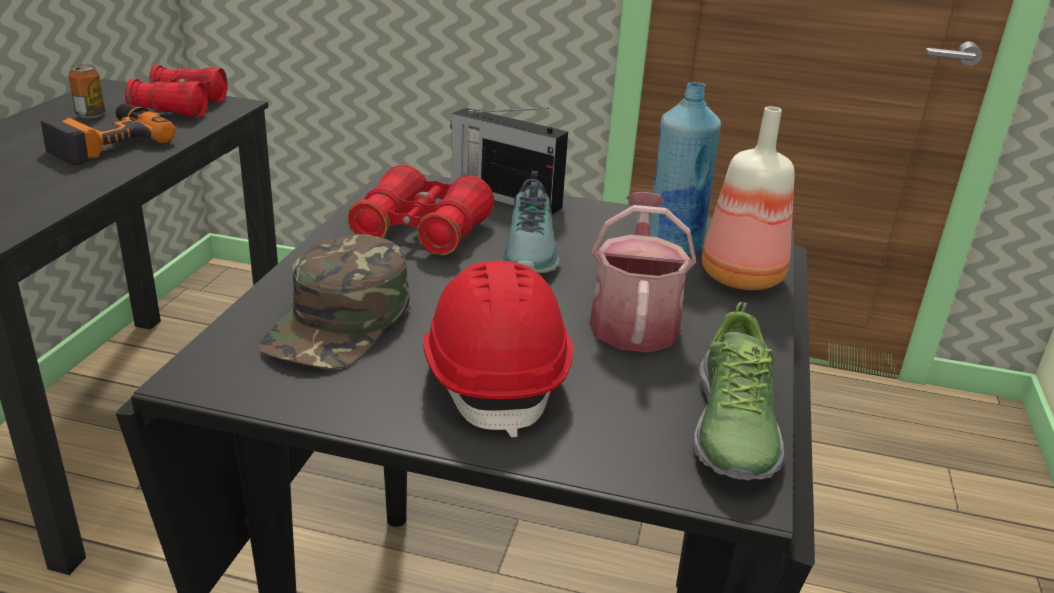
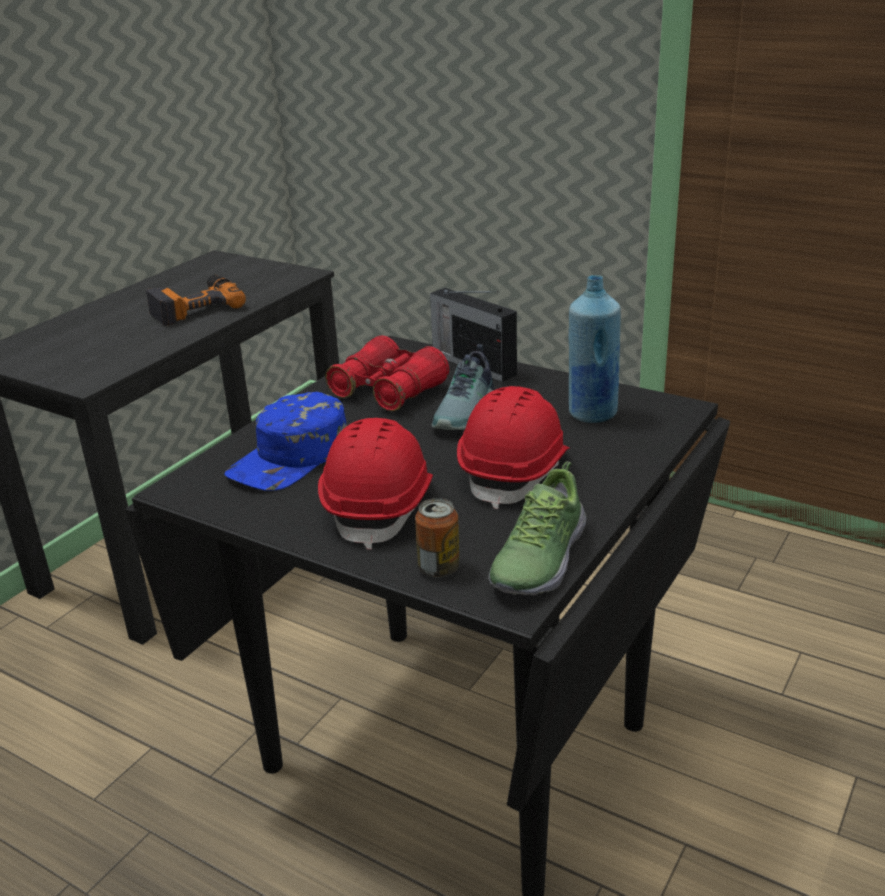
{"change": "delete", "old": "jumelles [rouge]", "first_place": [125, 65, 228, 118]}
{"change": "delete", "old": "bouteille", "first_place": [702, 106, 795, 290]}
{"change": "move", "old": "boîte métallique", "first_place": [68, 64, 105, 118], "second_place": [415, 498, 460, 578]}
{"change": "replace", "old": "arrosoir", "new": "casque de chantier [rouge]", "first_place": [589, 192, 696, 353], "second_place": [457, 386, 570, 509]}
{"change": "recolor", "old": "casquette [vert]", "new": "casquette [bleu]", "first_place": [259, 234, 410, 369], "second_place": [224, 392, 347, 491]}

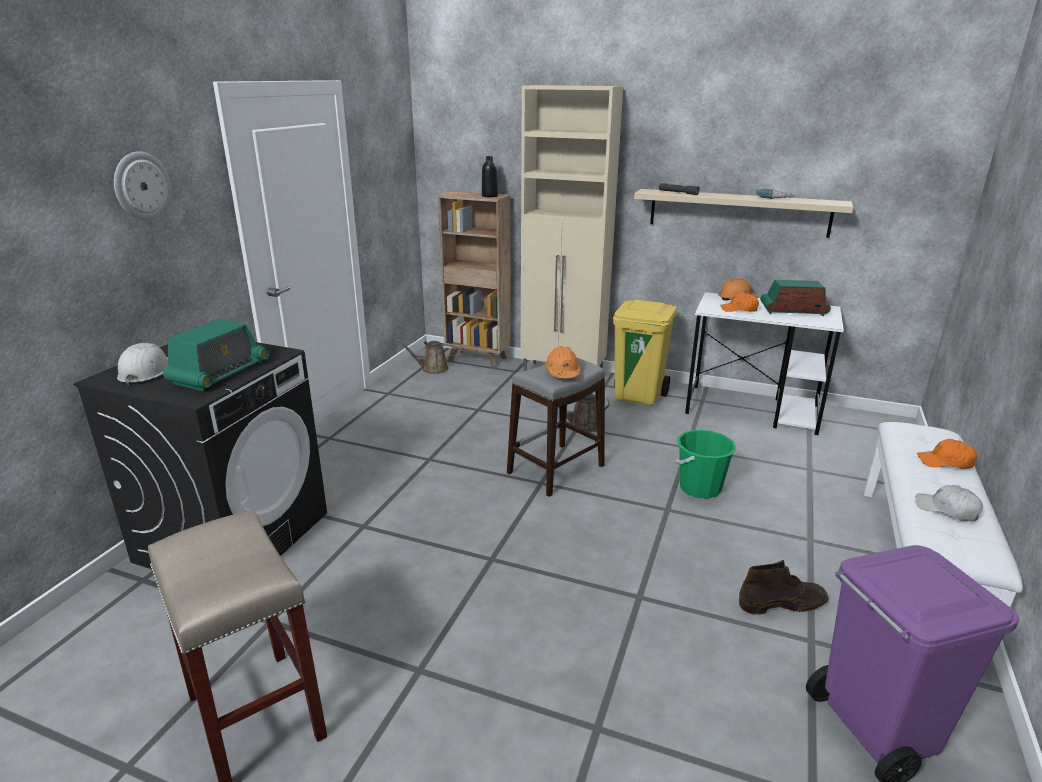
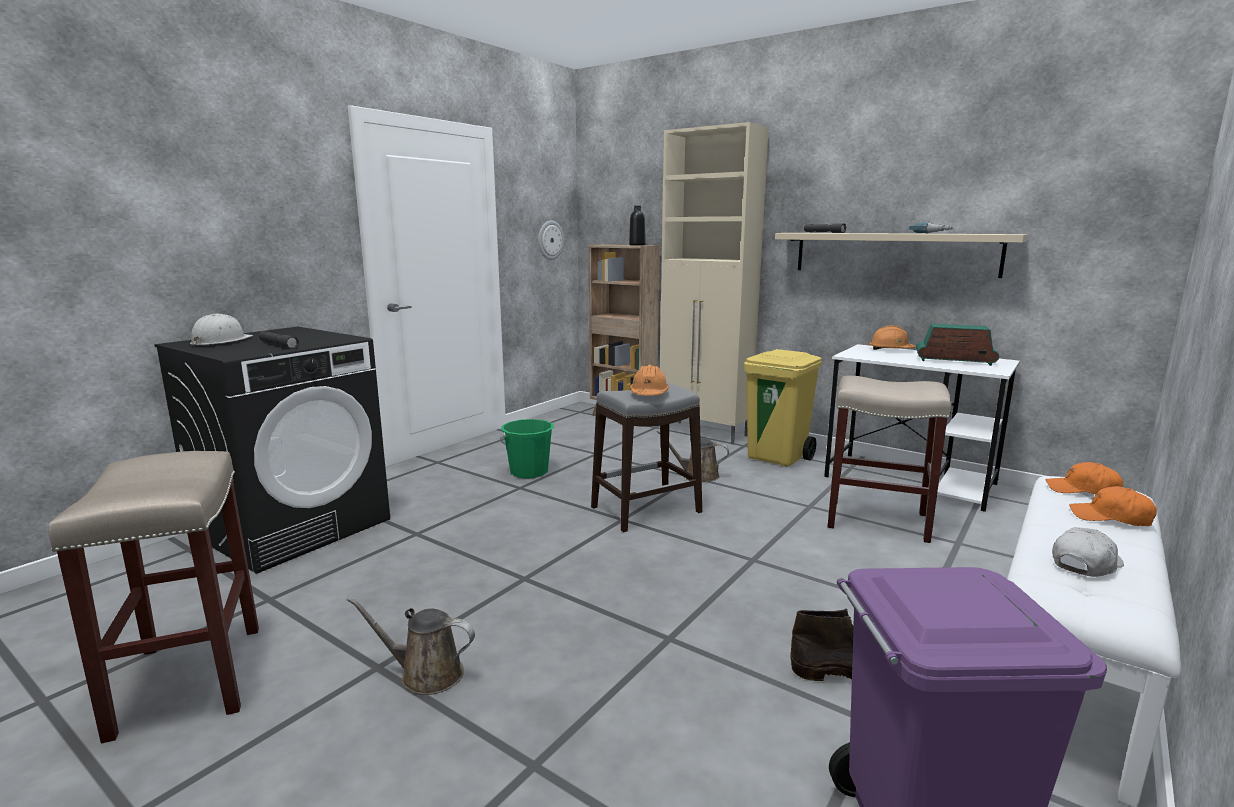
{"change": "insert", "new": "tabouret [beige]", "second_place": [828, 376, 951, 543]}
{"change": "move", "old": "horloge murale", "first_place": [114, 152, 171, 220], "second_place": [538, 220, 564, 260]}
{"change": "move", "old": "arrosoir [marron]", "first_place": [397, 339, 454, 374], "second_place": [347, 597, 475, 695]}
{"change": "move", "old": "seau [vert]", "first_place": [675, 430, 736, 499], "second_place": [500, 419, 554, 479]}
{"change": "move", "old": "casquette [orange]", "first_place": [720, 293, 759, 312], "second_place": [1046, 462, 1123, 495]}
{"change": "replace", "old": "radio", "new": "lampe de poche [gris]", "first_place": [163, 319, 270, 391], "second_place": [259, 331, 299, 349]}
{"change": "rotate", "old": "casquette [blanc]", "first_place": [915, 485, 983, 522], "second_place": [1052, 527, 1124, 577], "degrees": 90}

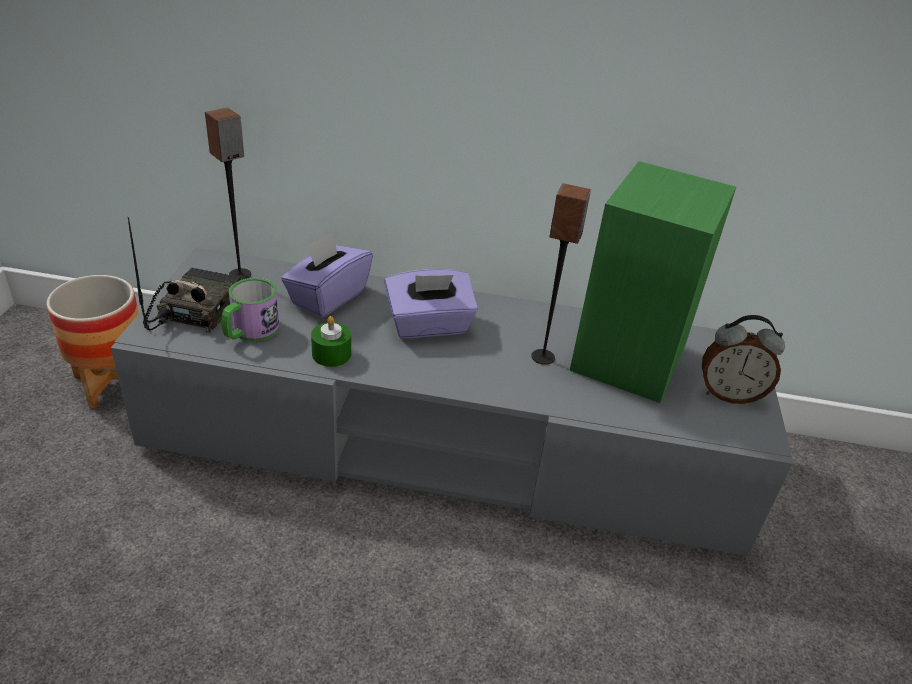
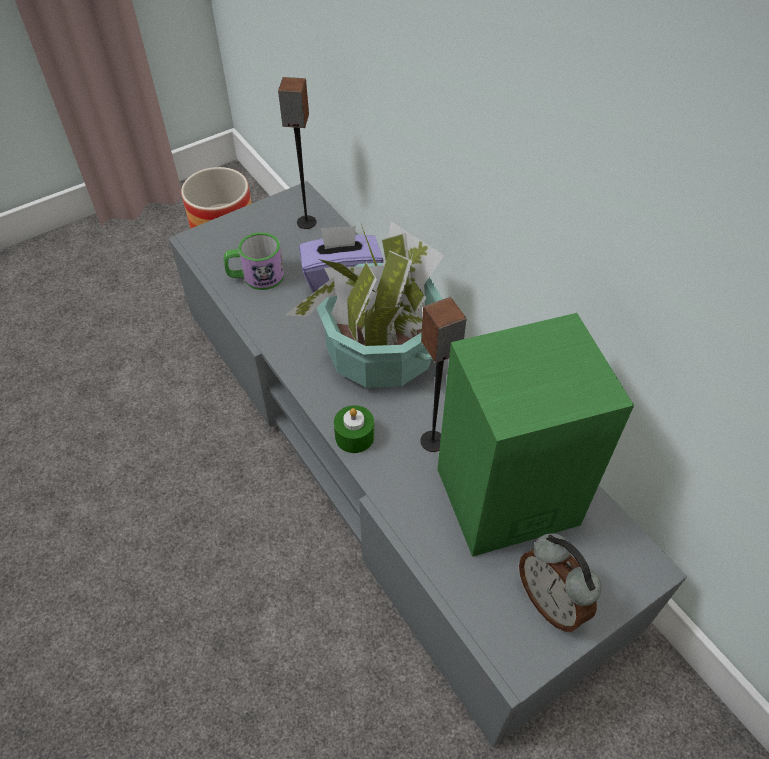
{"change": "delete", "old": "radio", "first_place": [128, 217, 241, 333]}
{"change": "move", "old": "bougie [vert]", "first_place": [311, 316, 351, 367], "second_place": [334, 405, 374, 453]}
{"change": "replace", "old": "boîte à mouchoirs [violet]", "new": "plante en pot", "first_place": [384, 269, 478, 338], "second_place": [286, 219, 444, 388]}

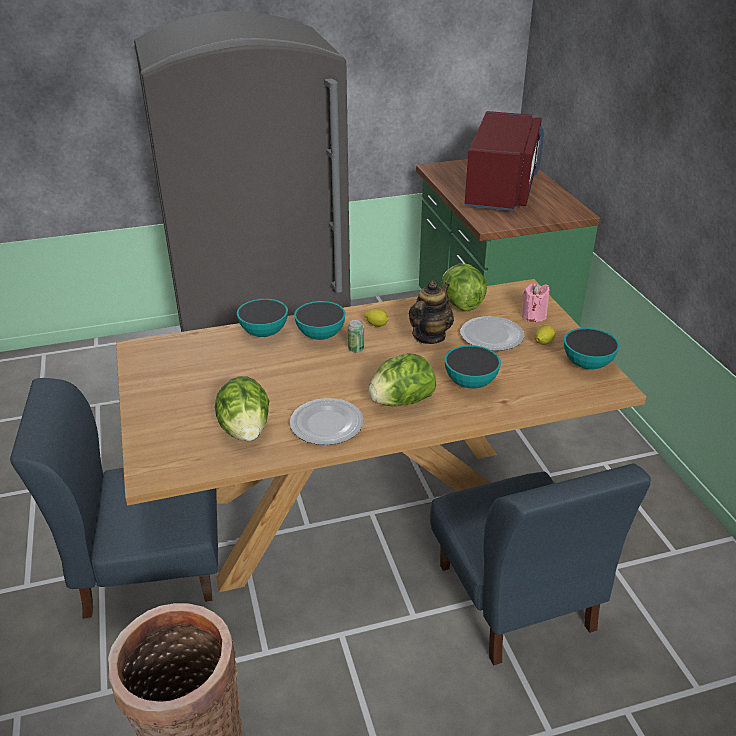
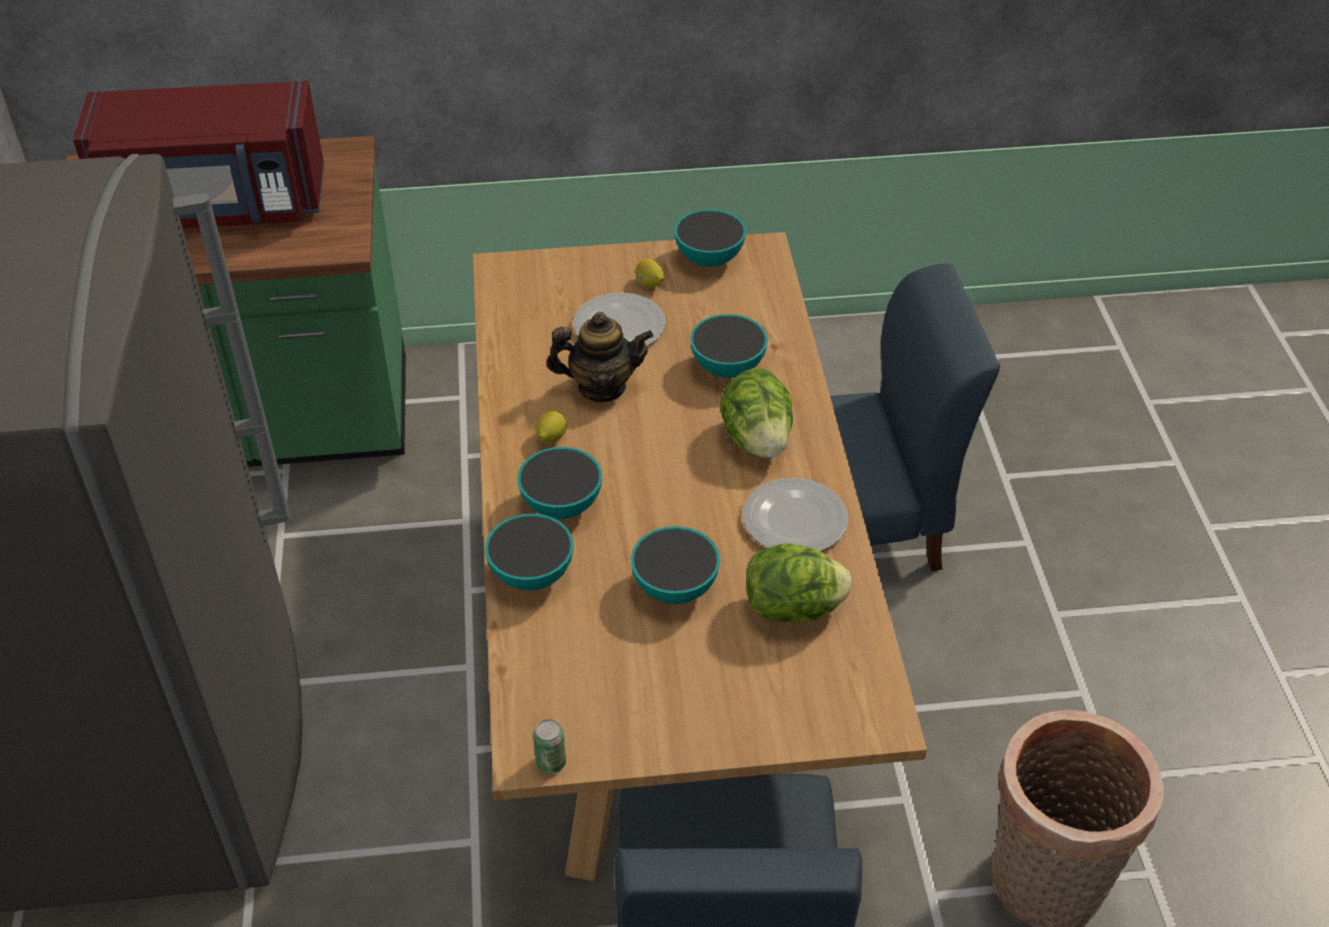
{"change": "delete", "old": "laitue", "first_place": [441, 264, 487, 311]}
{"change": "delete", "old": "bougie [rose]", "first_place": [521, 283, 549, 322]}
{"change": "insert", "new": "bol", "second_place": [631, 526, 720, 604]}
{"change": "move", "old": "boîte métallique", "first_place": [348, 320, 364, 353], "second_place": [533, 719, 566, 774]}
{"change": "rotate", "old": "théière", "first_place": [409, 280, 454, 344], "second_place": [546, 312, 654, 402], "degrees": 135}
{"change": "rotate", "old": "micro-ondes [rouge]", "first_place": [464, 111, 543, 211], "second_place": [73, 81, 324, 228], "degrees": 150}

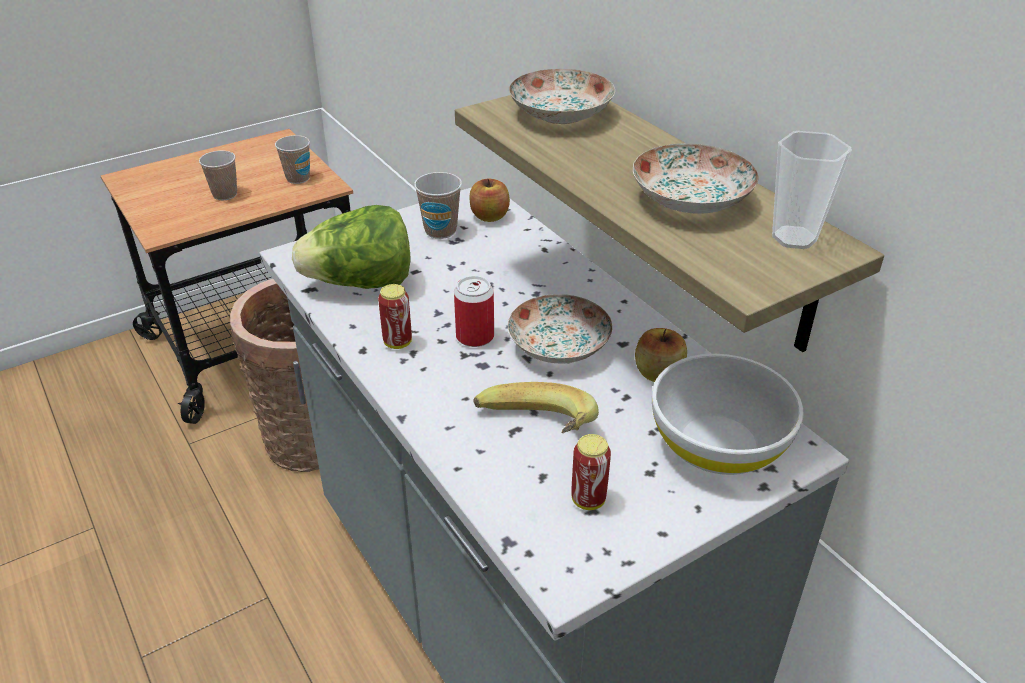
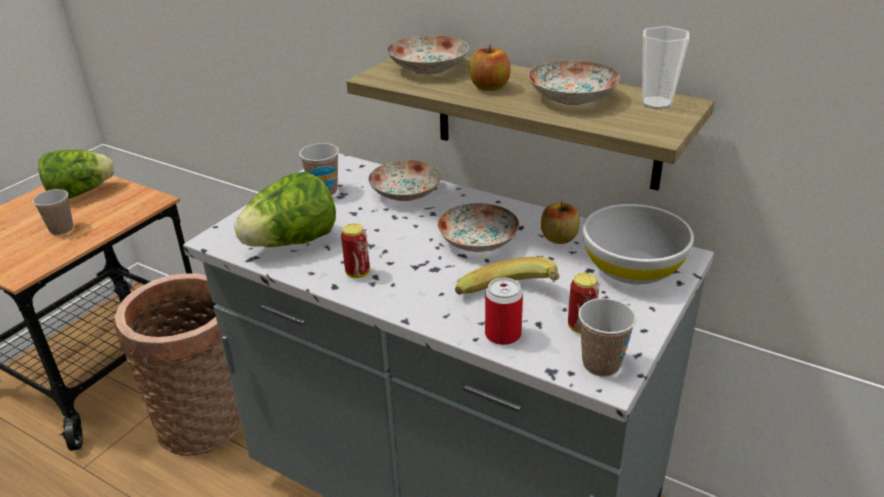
{"change": "insert", "new": "laitue", "second_place": [38, 150, 115, 199]}
{"change": "insert", "new": "assiette", "second_place": [369, 160, 442, 201]}
{"change": "move", "old": "tasse", "first_place": [275, 135, 310, 184], "second_place": [578, 298, 636, 377]}
{"change": "move", "old": "boîte métallique", "first_place": [454, 276, 494, 347], "second_place": [485, 278, 523, 345]}
{"change": "move", "old": "pomme", "first_place": [470, 178, 510, 222], "second_place": [470, 45, 510, 91]}

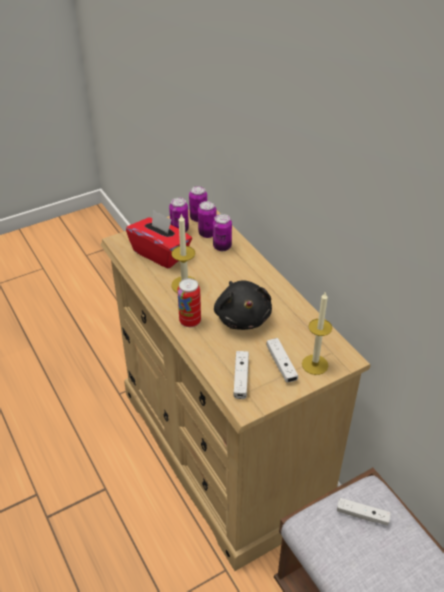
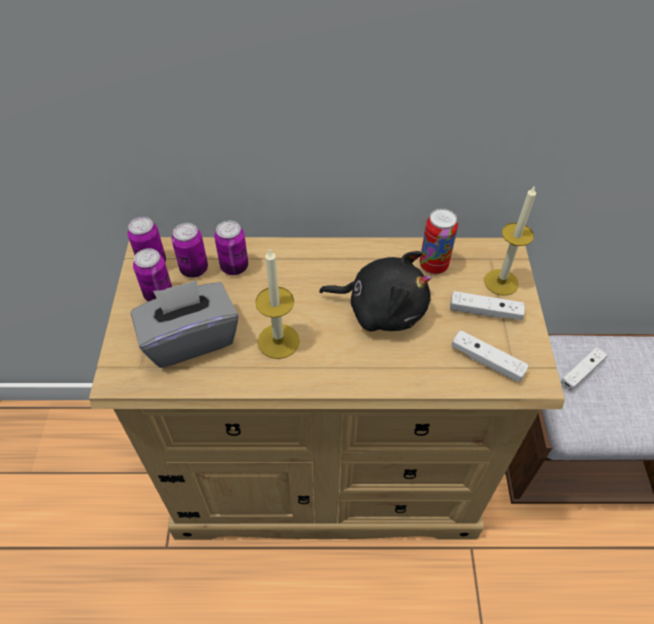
{"change": "move", "old": "boîte métallique", "first_place": [177, 278, 201, 327], "second_place": [420, 208, 458, 274]}
{"change": "recolor", "old": "boîte à mouchoirs [rouge]", "new": "boîte à mouchoirs [gris]", "first_place": [126, 210, 192, 269], "second_place": [131, 280, 239, 368]}

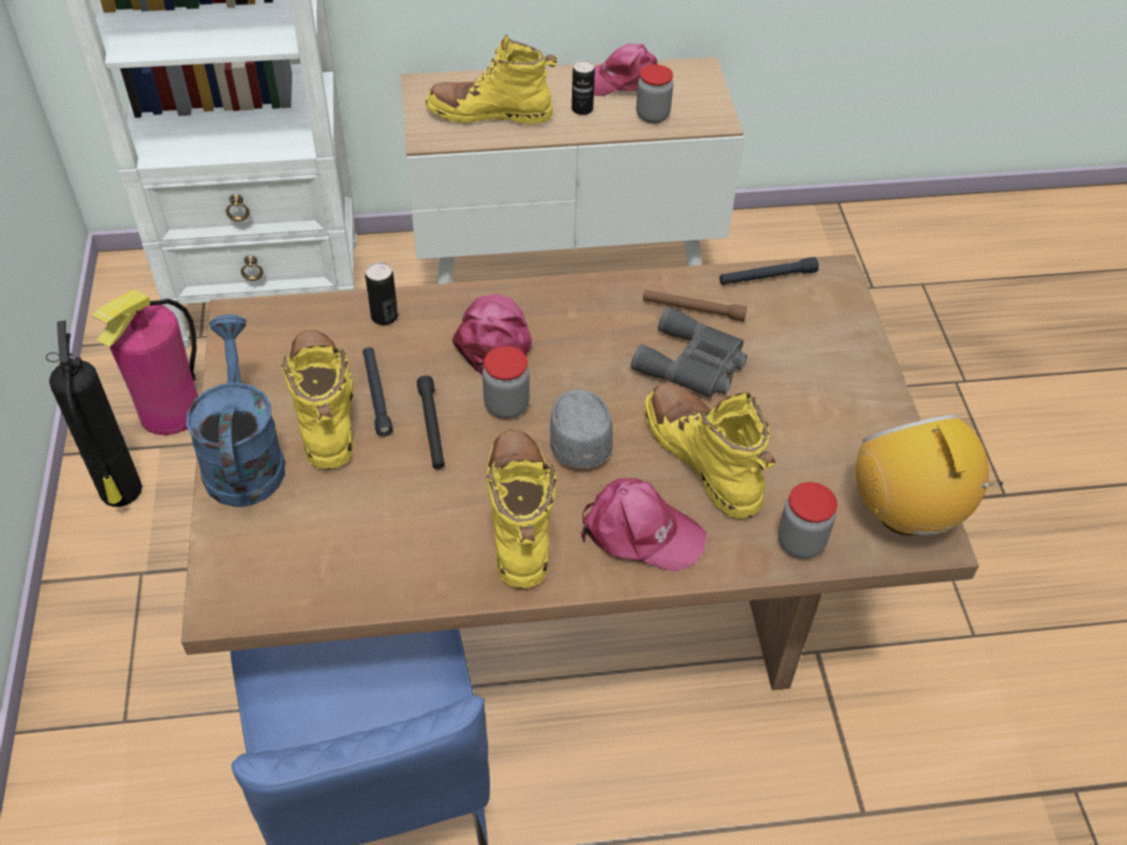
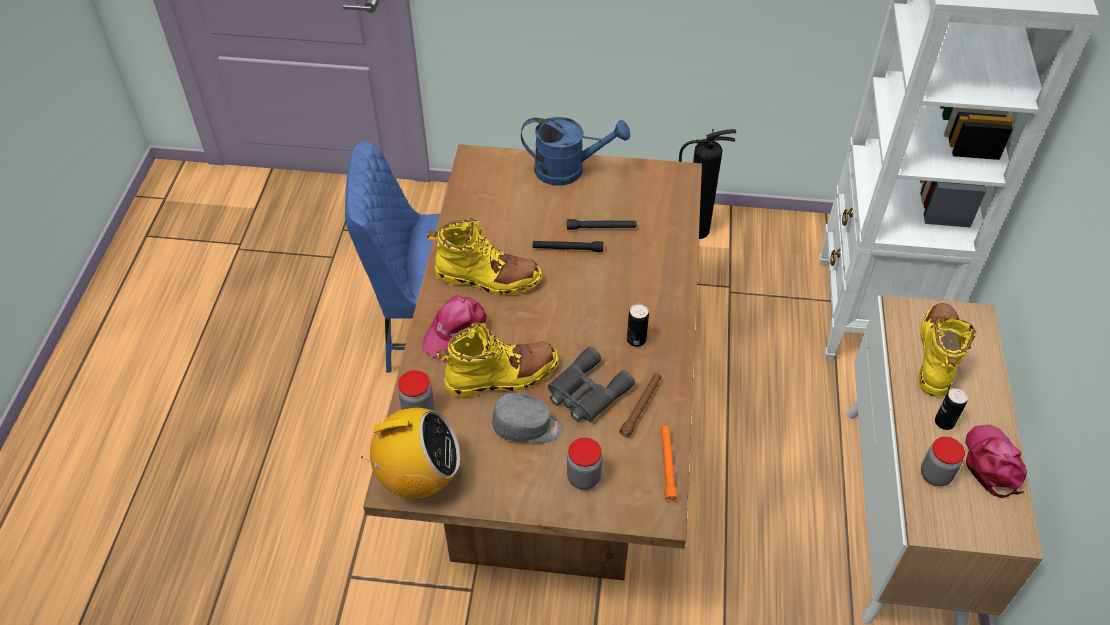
{"change": "delete", "old": "extincteur", "first_place": [91, 289, 198, 435]}
{"change": "delete", "old": "botte [jaune]", "first_place": [281, 330, 354, 470]}
{"change": "delete", "old": "casquette [rose]", "first_place": [452, 294, 532, 376]}
{"change": "move", "old": "boîte métallique", "first_place": [365, 262, 398, 325], "second_place": [627, 304, 649, 347]}
{"change": "move", "old": "bocal", "first_place": [482, 346, 530, 419], "second_place": [567, 438, 602, 490]}
{"change": "move", "old": "casquette [gris]", "first_place": [550, 390, 613, 468], "second_place": [492, 393, 563, 443]}
{"change": "recolor", "old": "lampe de poche [noir]", "new": "lampe de poche [orange]", "first_place": [720, 257, 819, 285], "second_place": [661, 426, 678, 502]}

